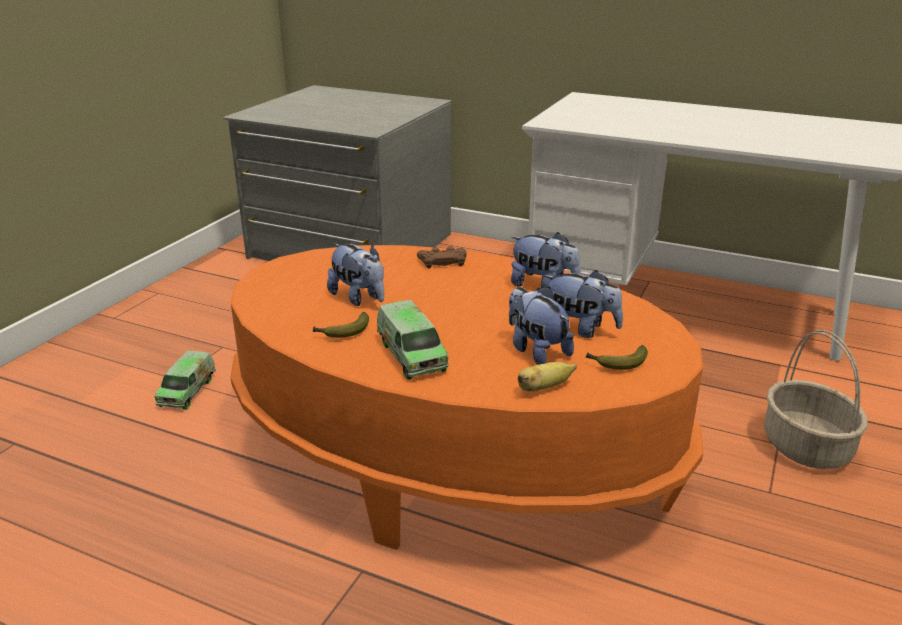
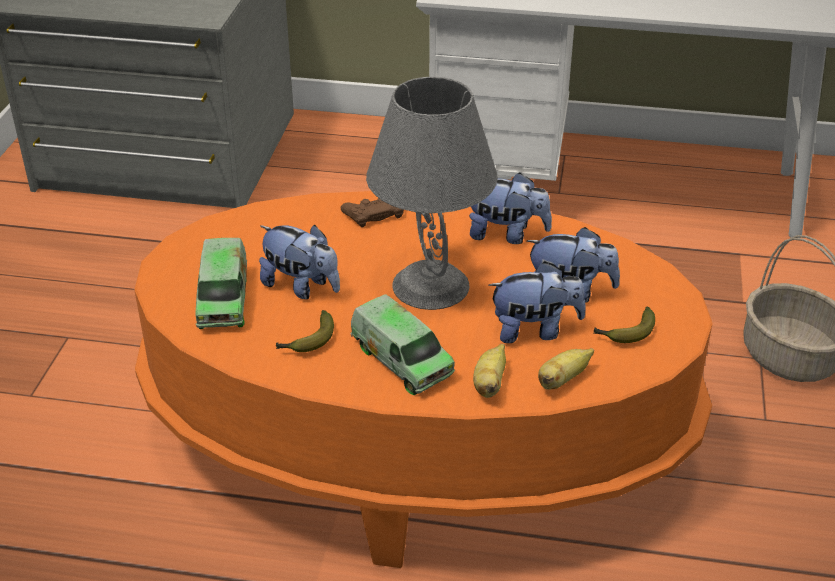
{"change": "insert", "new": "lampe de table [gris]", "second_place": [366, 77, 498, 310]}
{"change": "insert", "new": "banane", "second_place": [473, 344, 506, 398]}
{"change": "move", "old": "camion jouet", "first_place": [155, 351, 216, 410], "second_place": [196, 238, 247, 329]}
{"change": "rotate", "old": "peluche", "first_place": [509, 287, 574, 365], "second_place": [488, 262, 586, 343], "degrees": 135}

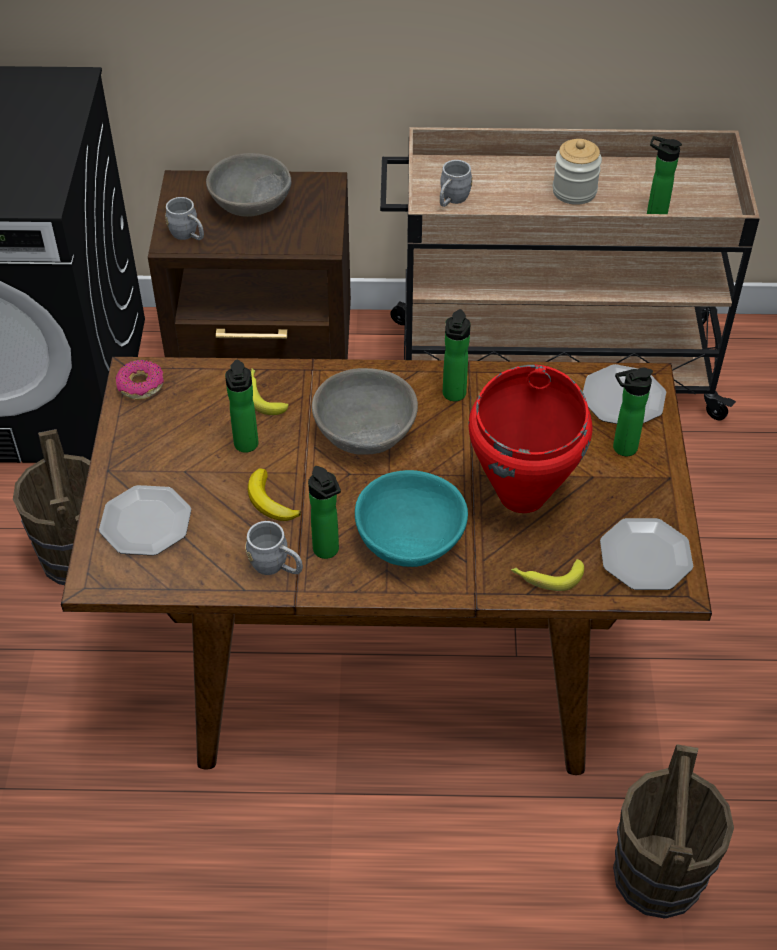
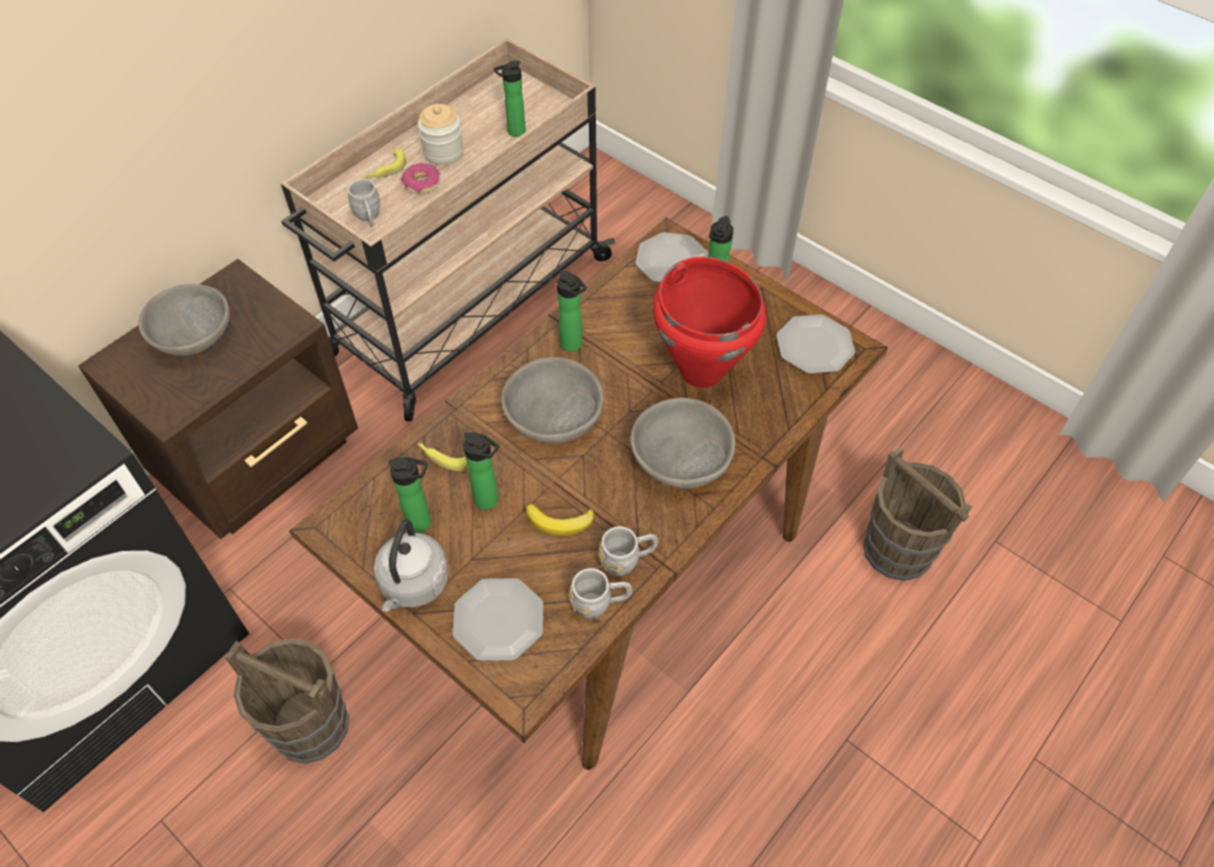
{"change": "insert", "new": "bouilloire [gris]", "second_place": [374, 519, 449, 611]}
{"change": "move", "old": "beignet", "first_place": [116, 360, 164, 400], "second_place": [401, 163, 440, 194]}
{"change": "move", "old": "mug [gris]", "first_place": [165, 197, 204, 240], "second_place": [569, 568, 632, 619]}
{"change": "move", "old": "bouteille", "first_place": [308, 466, 341, 559], "second_place": [388, 457, 431, 533]}
{"change": "move", "old": "banane", "first_place": [511, 559, 584, 591], "second_place": [365, 149, 406, 178]}
{"change": "recolor", "old": "bol [turquoise]", "new": "bol [gris]", "first_place": [355, 470, 468, 567], "second_place": [631, 397, 735, 489]}

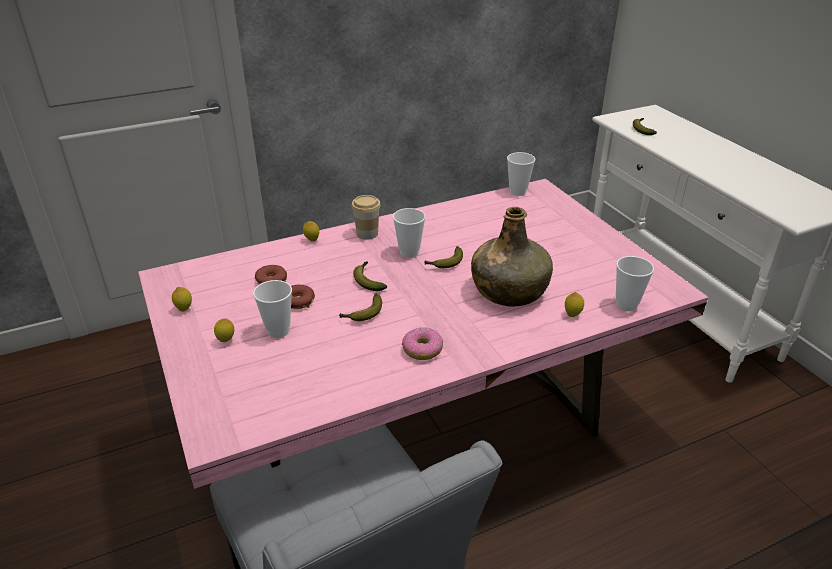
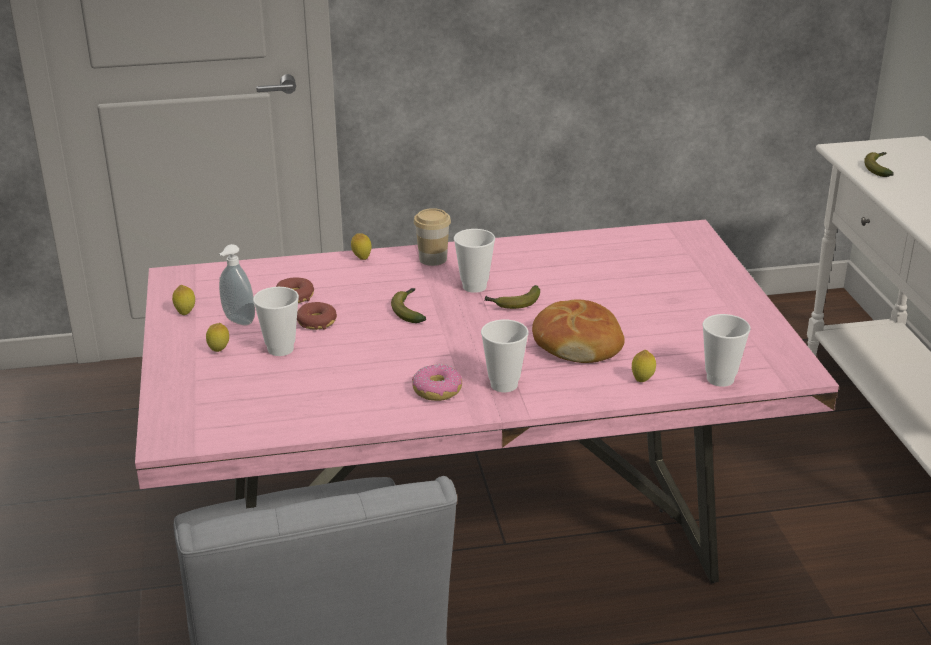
{"change": "delete", "old": "banane", "first_place": [339, 293, 382, 321]}
{"change": "insert", "new": "distributeur de savon", "second_place": [219, 244, 255, 326]}
{"change": "move", "old": "tasse", "first_place": [507, 152, 536, 196], "second_place": [481, 320, 529, 392]}
{"change": "replace", "old": "bouteille [vert]", "new": "pain", "first_place": [471, 207, 553, 307], "second_place": [532, 299, 625, 363]}

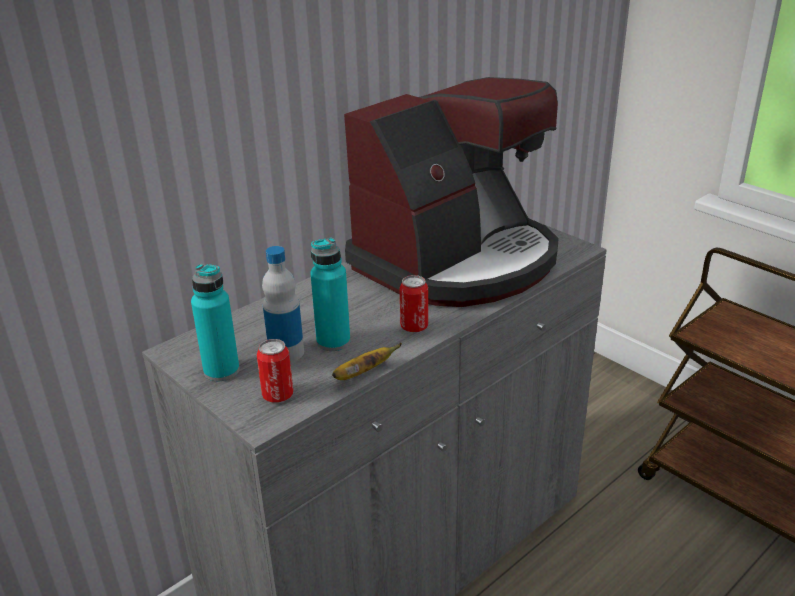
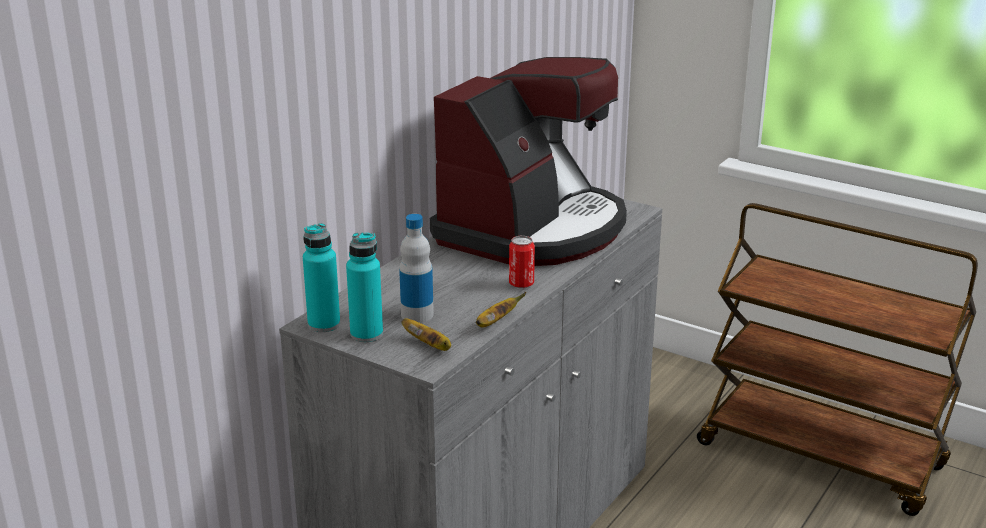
{"change": "move", "old": "bouteille [turquoise]", "first_place": [310, 238, 350, 351], "second_place": [303, 223, 340, 332]}
{"change": "replace", "old": "boîte métallique", "new": "banane", "first_place": [257, 339, 293, 403], "second_place": [401, 318, 451, 351]}

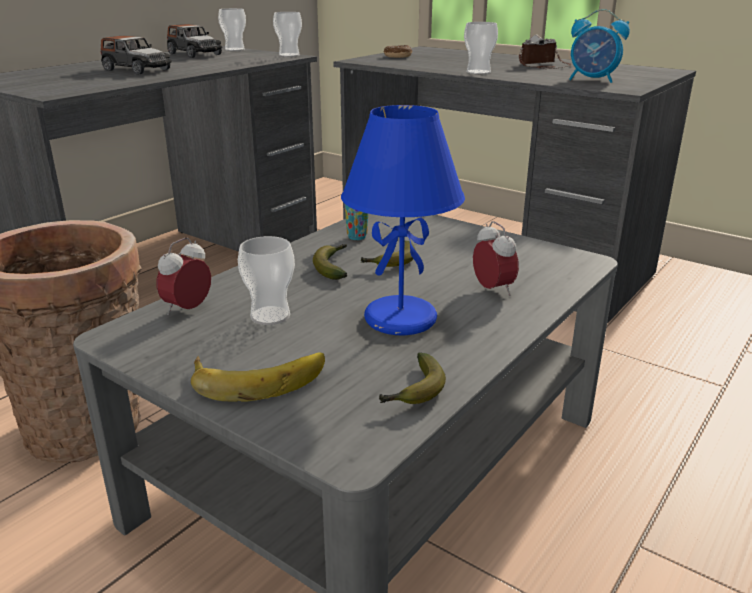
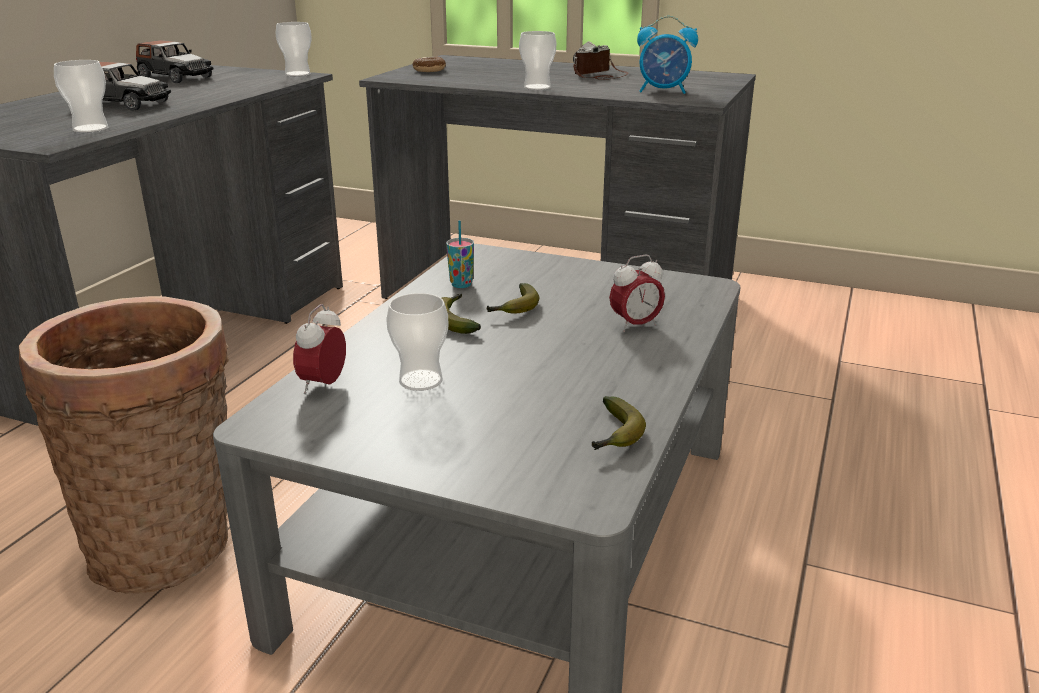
{"change": "delete", "old": "banane", "first_place": [191, 352, 325, 402]}
{"change": "delete", "old": "lampe de table [bleu]", "first_place": [341, 105, 465, 336]}
{"change": "move", "old": "tasse", "first_place": [218, 8, 246, 51], "second_place": [54, 60, 108, 133]}
{"change": "rotate", "old": "réveil", "first_place": [473, 221, 519, 296], "second_place": [609, 255, 665, 332], "degrees": 105}

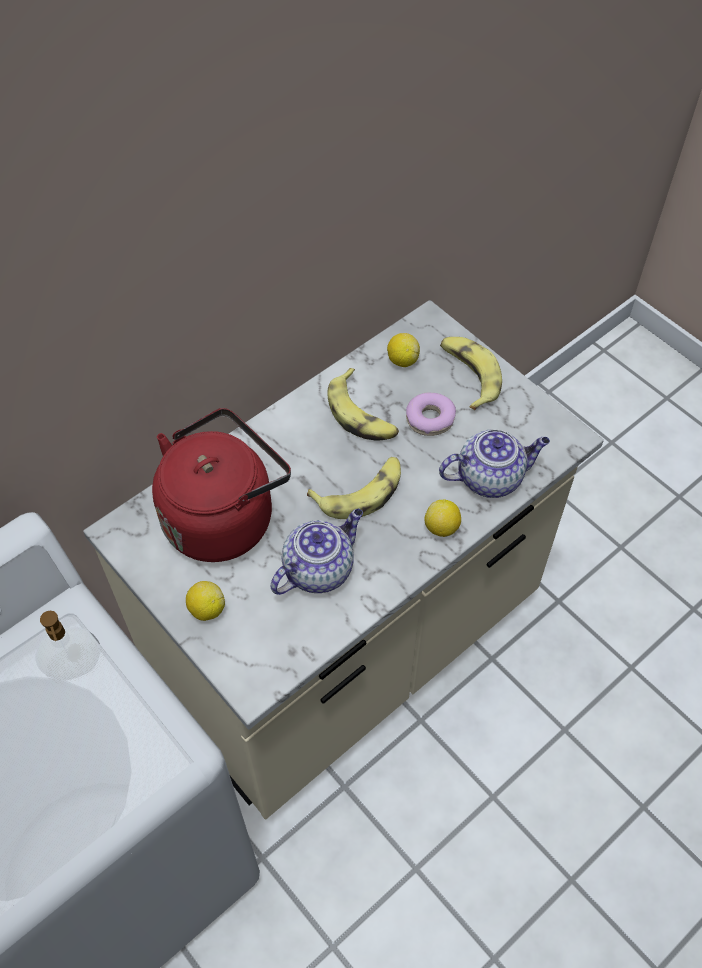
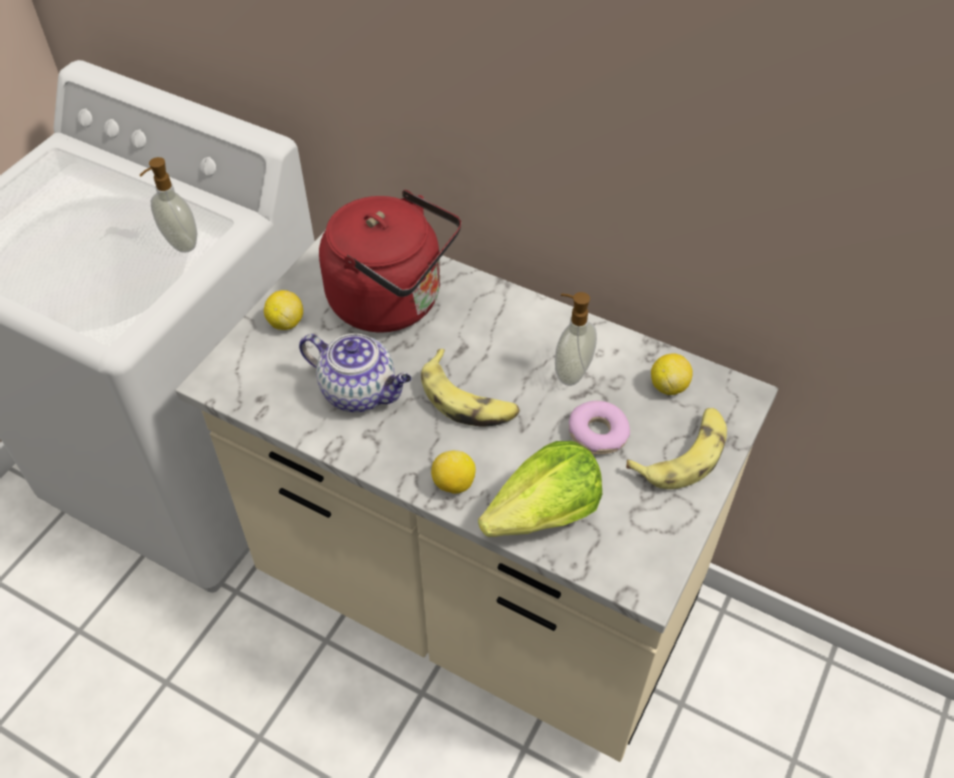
{"change": "replace", "old": "banane", "new": "distributeur de savon", "first_place": [327, 368, 399, 441], "second_place": [555, 292, 597, 386]}
{"change": "replace", "old": "théière", "new": "laitue", "first_place": [439, 429, 550, 498], "second_place": [478, 441, 602, 537]}

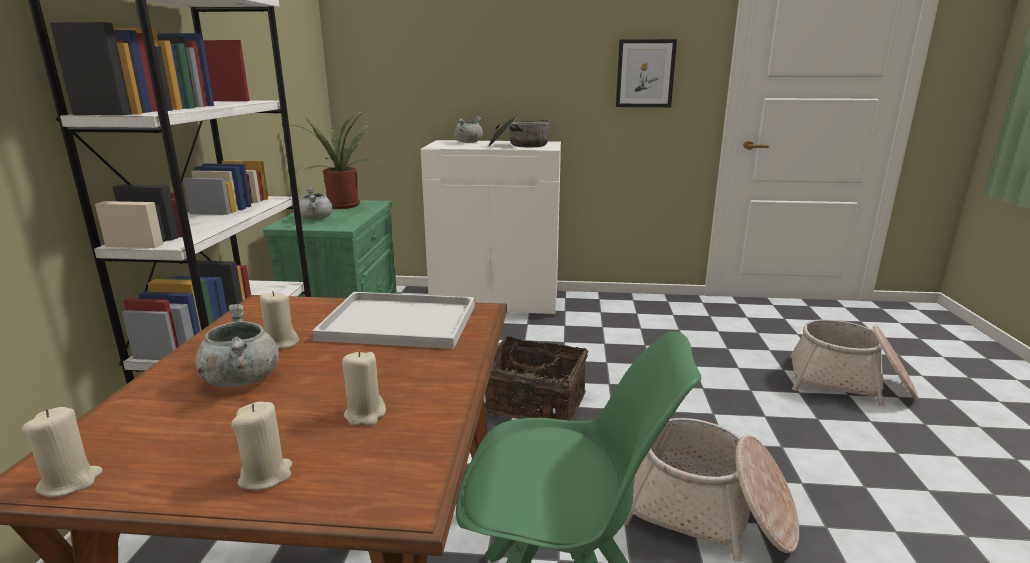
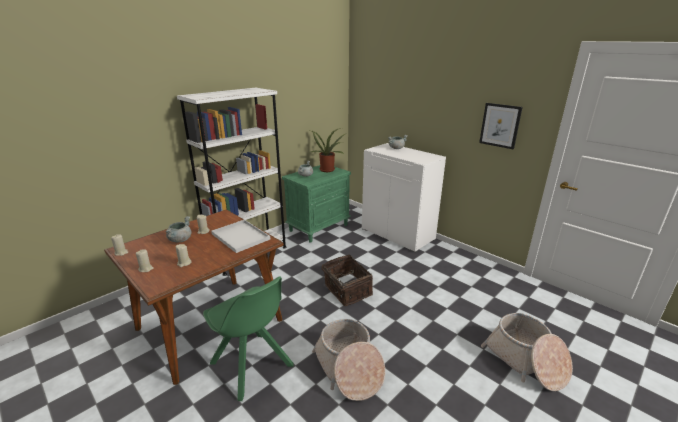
{"change": "delete", "old": "marmite", "first_place": [488, 116, 550, 147]}

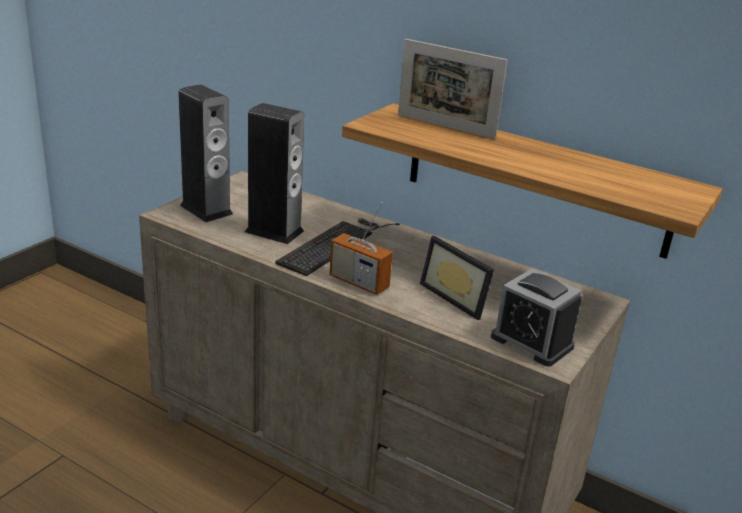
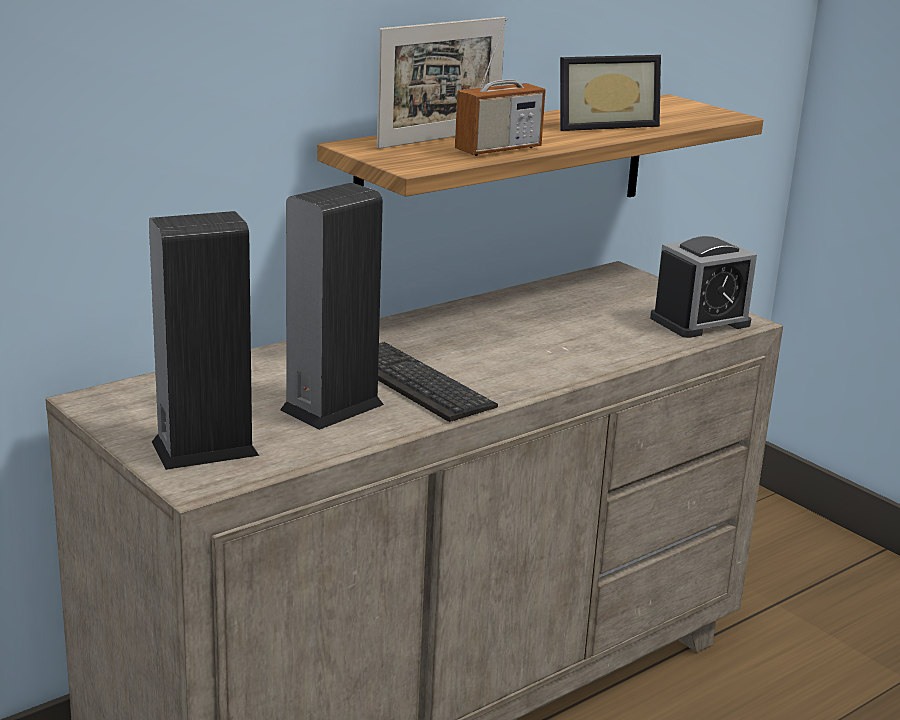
{"change": "move", "old": "radio", "first_place": [329, 202, 393, 295], "second_place": [455, 17, 546, 156]}
{"change": "move", "old": "cadre photo", "first_place": [420, 236, 494, 320], "second_place": [560, 55, 661, 131]}

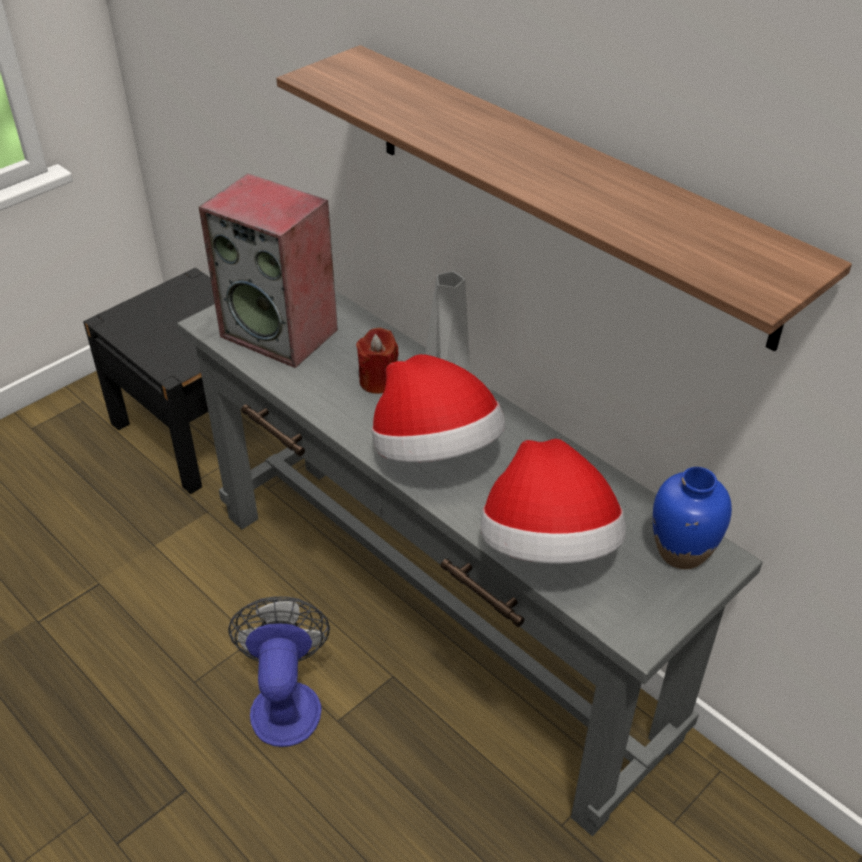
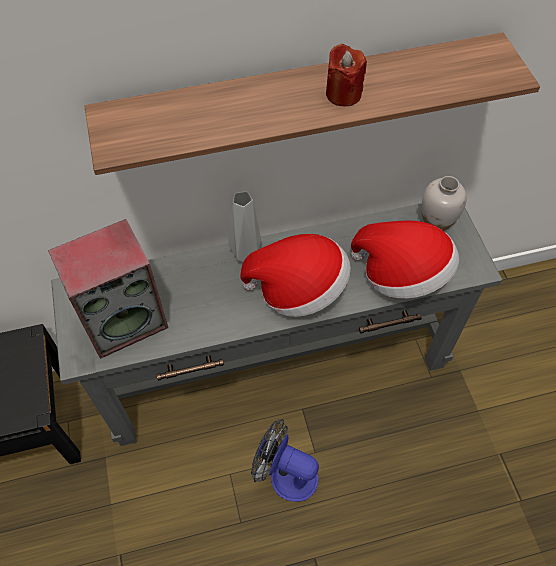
{"change": "move", "old": "bougie [rouge]", "first_place": [356, 328, 399, 394], "second_place": [326, 43, 367, 106]}
{"change": "recolor", "old": "vase [bleu]", "new": "vase [blanc]", "first_place": [653, 467, 732, 569], "second_place": [421, 176, 467, 231]}

